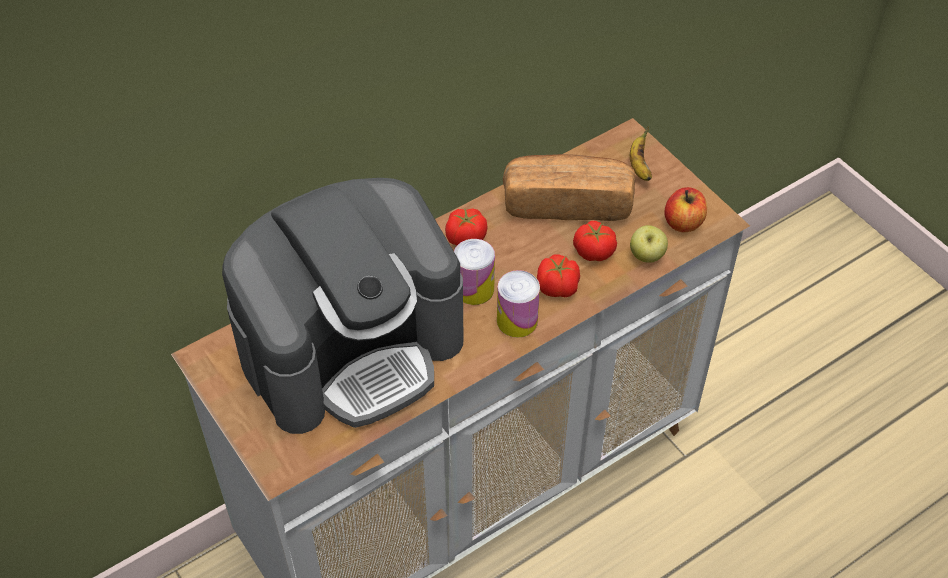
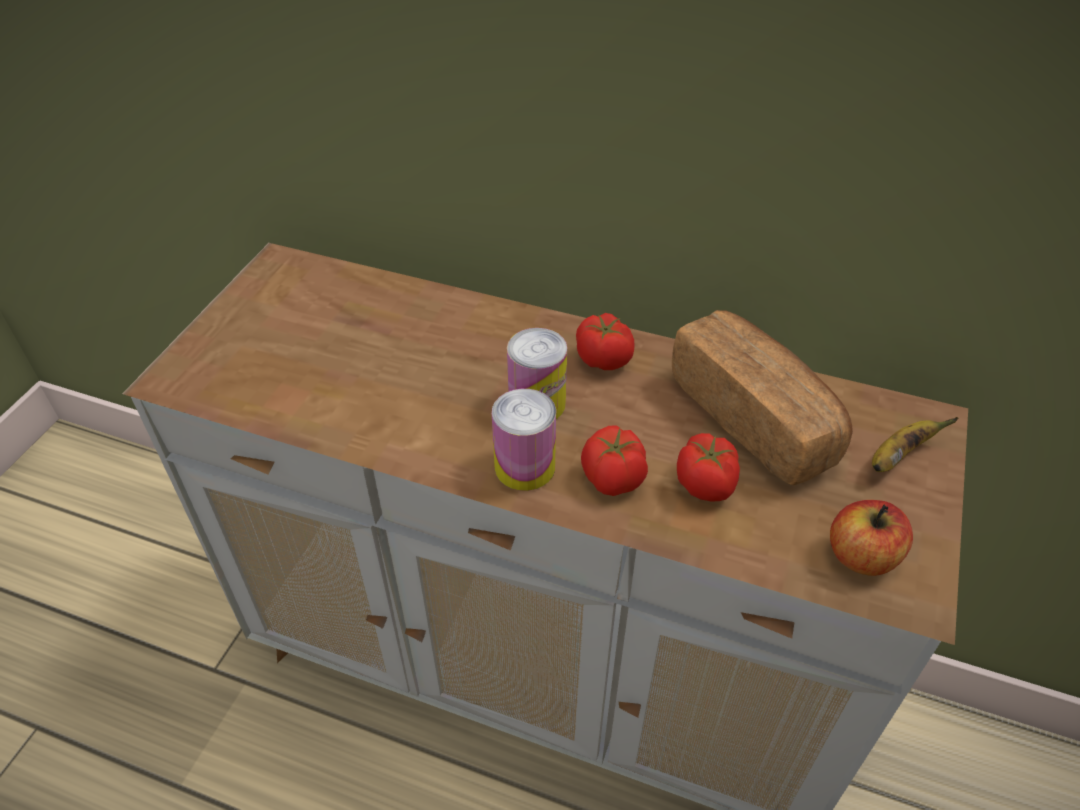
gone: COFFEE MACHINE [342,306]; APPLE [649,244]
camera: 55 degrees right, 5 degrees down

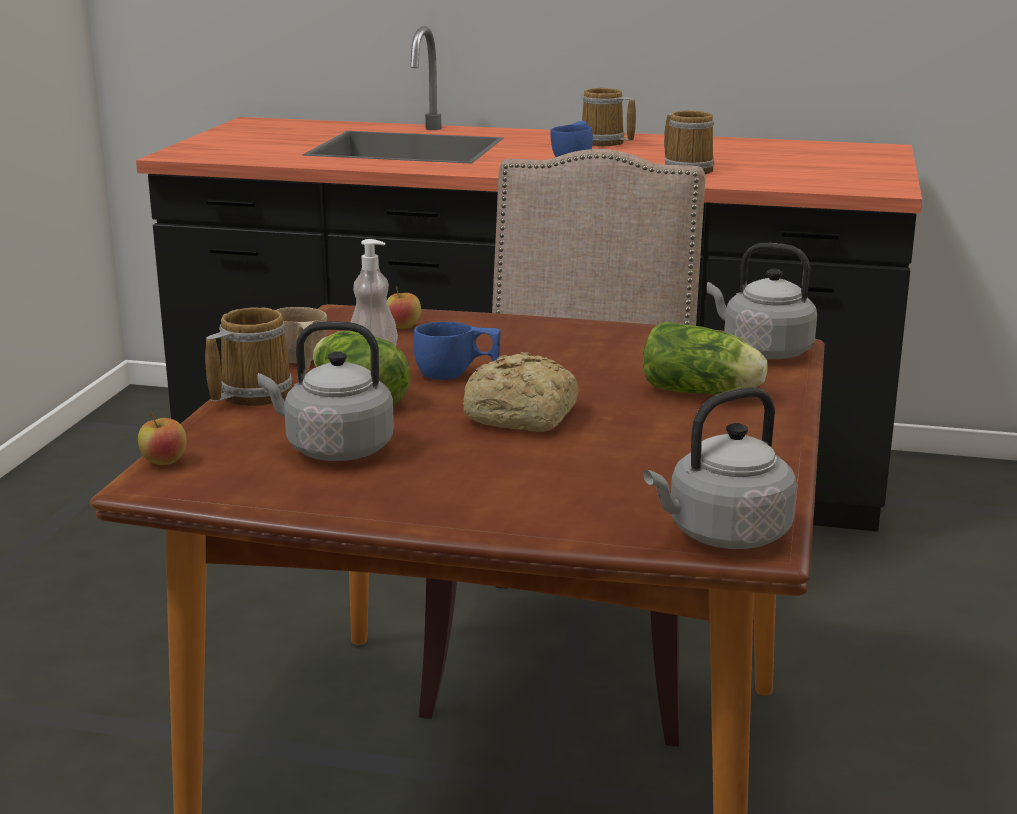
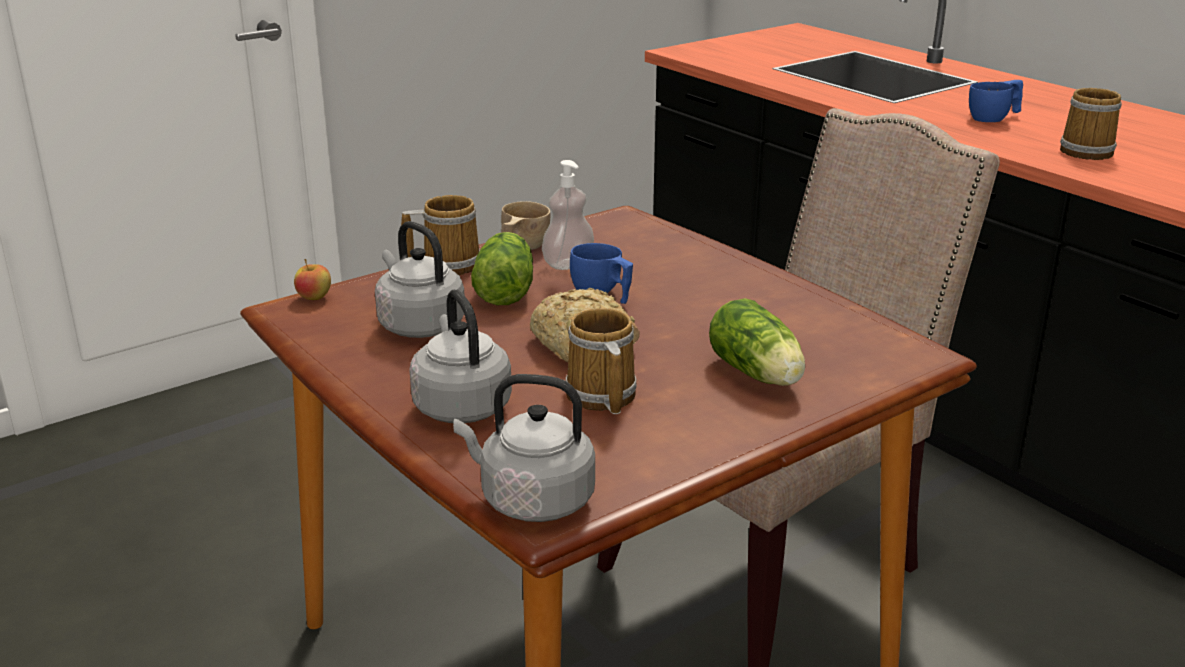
gone: APPLE [404,307]
shifted: GREY KETTLE [762,301] to [460,356]; MUG [609,117] to [601,361]
camera: 40 degrees right, 5 degrees up

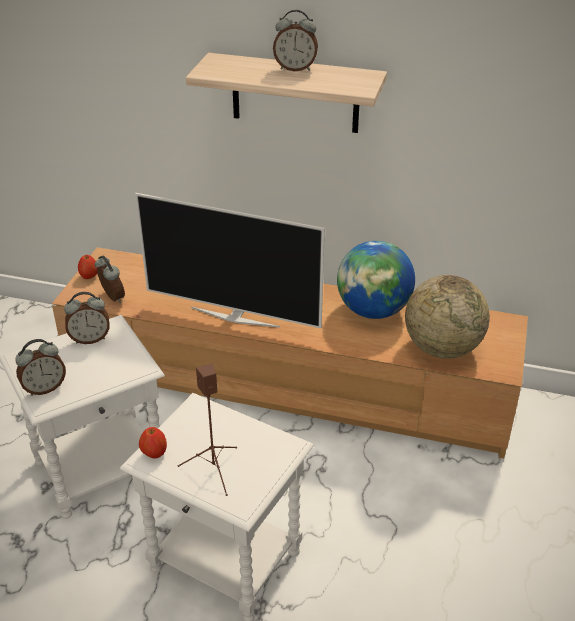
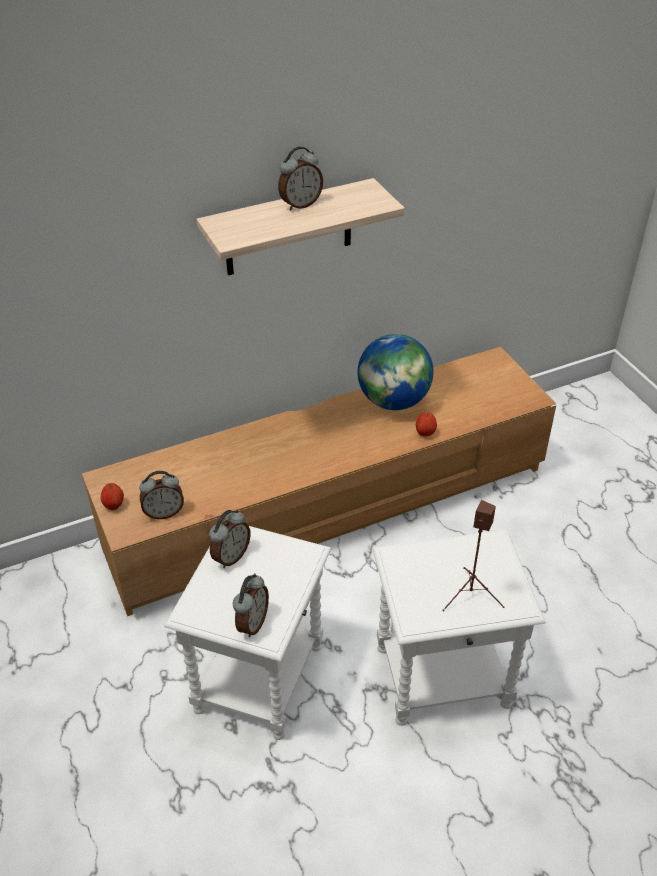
gone: TELEVISION [230,261]; GLOBE [447,317]
shifted: APPLE [153,443] to [426,424]
rotated: ALARM CLOCK [110,279] = [161,495] 150 degrees clockwise
camera: 40 degrees left, 5 degrees up

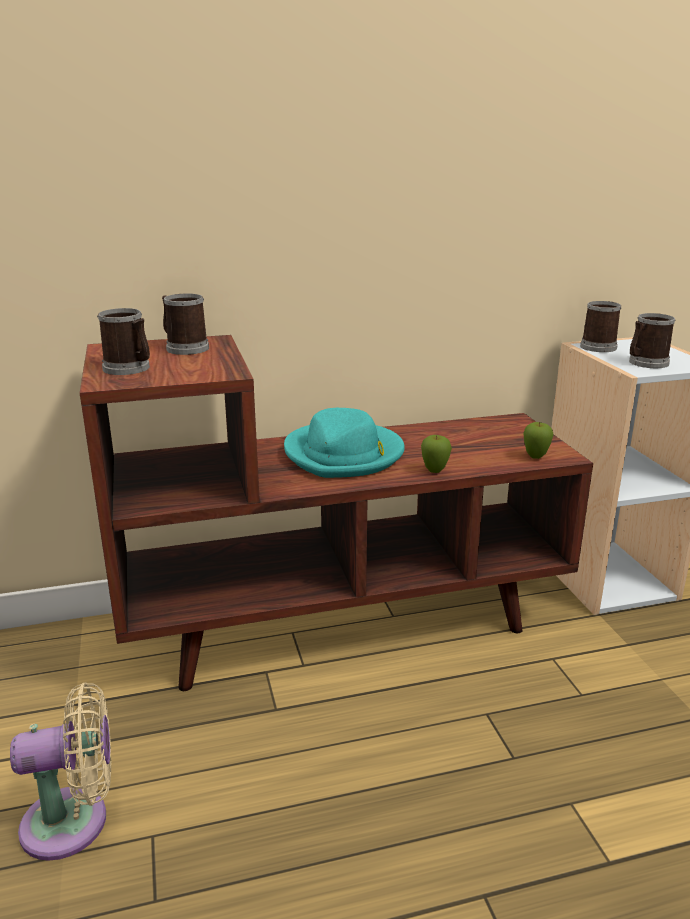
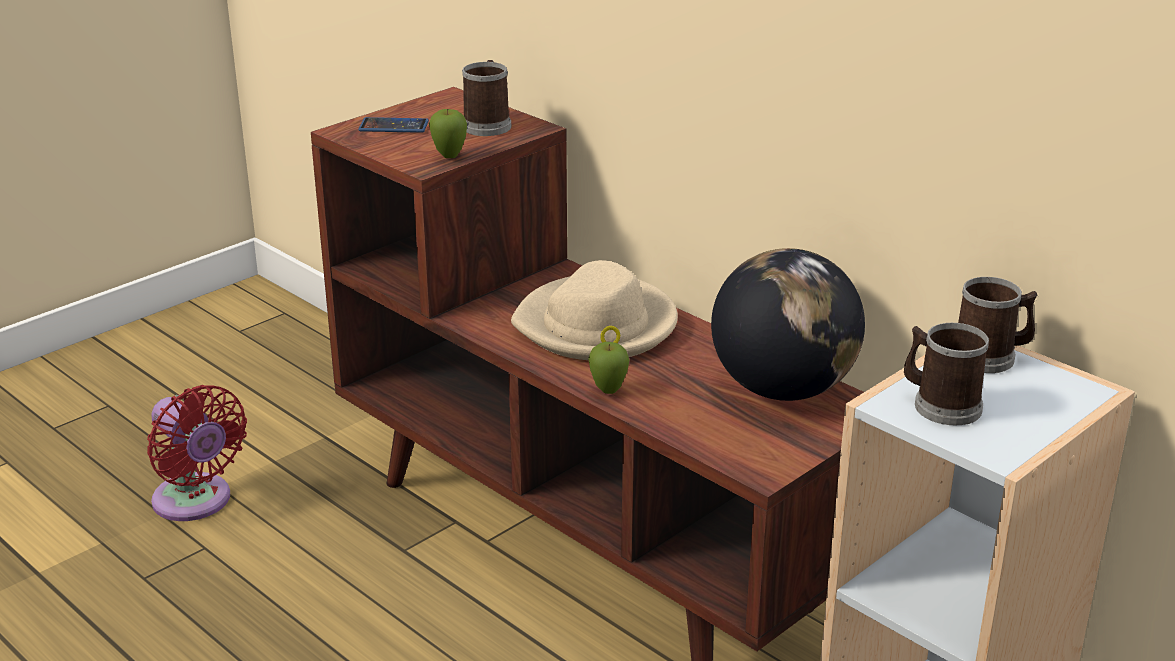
new: GLOBE [788,324]
shifted: APPLE [538,440] to [448,133]
swapped: MUG [123,341] to PHONE [393,125]
repainted: BEIGE FAN [60,771] to RED FAN [197,453]; TURQUOISE HAT [344,443] to BEIGE HAT [594,310]
camera: 60 degrees right, 5 degrees up

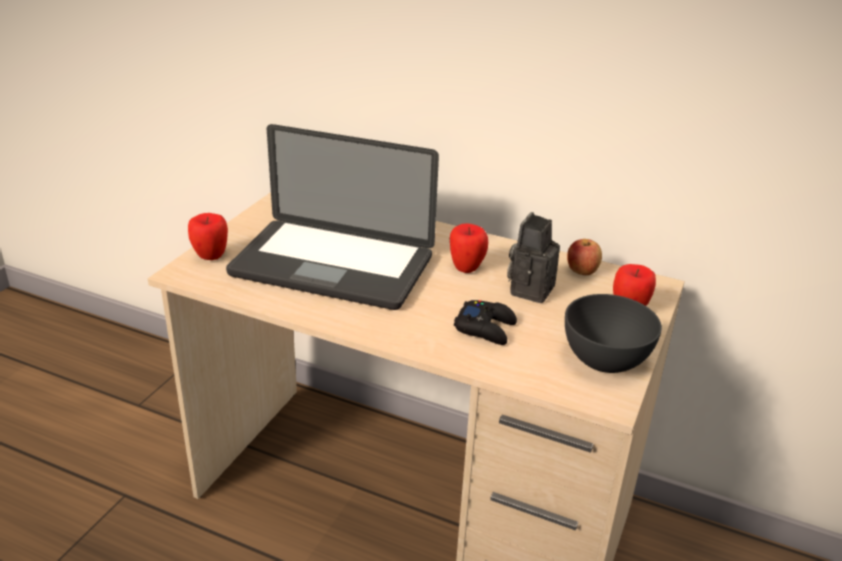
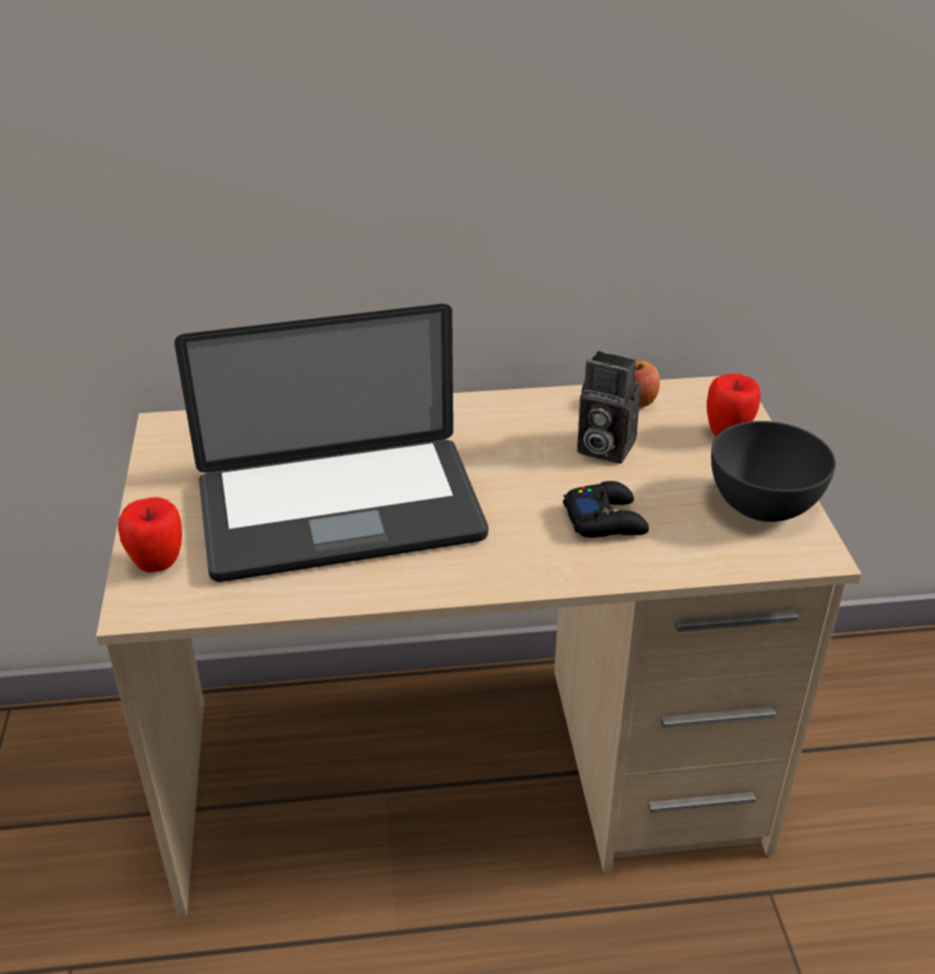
gone: APPLE [469,248]
rotated: PHOTO CAMERA [533,257] = [609,407] 60 degrees counterclockwise
camera: 30 degrees left, 5 degrees up

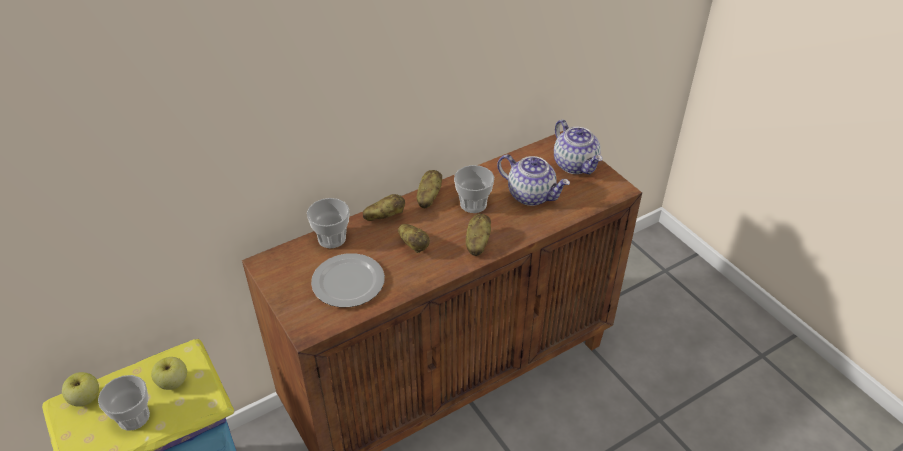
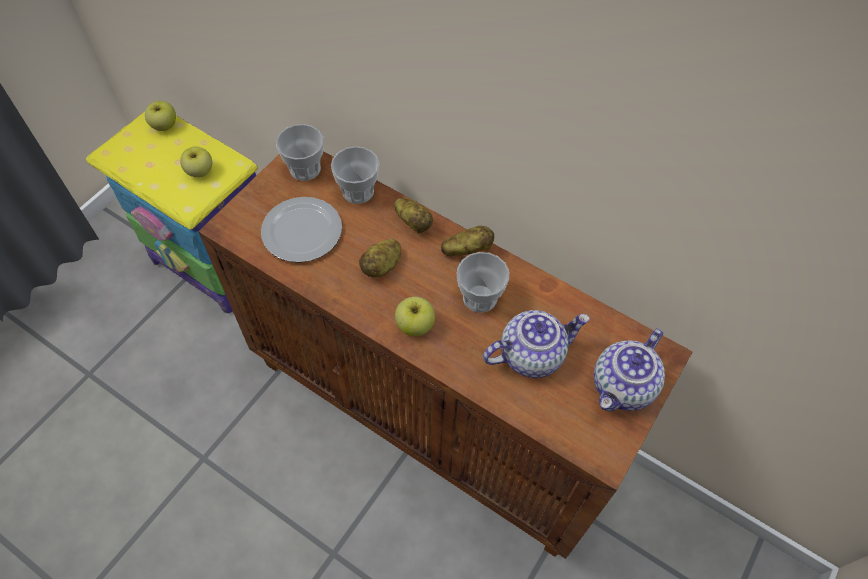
shifted: CUP [124,403] to [299,152]
swapped: POTATO [478,235] to APPLE [415,316]
rotated: TEAPOT [533,180] = [536,344] 120 degrees counterclockwise
camera: 65 degrees right, 15 degrees up

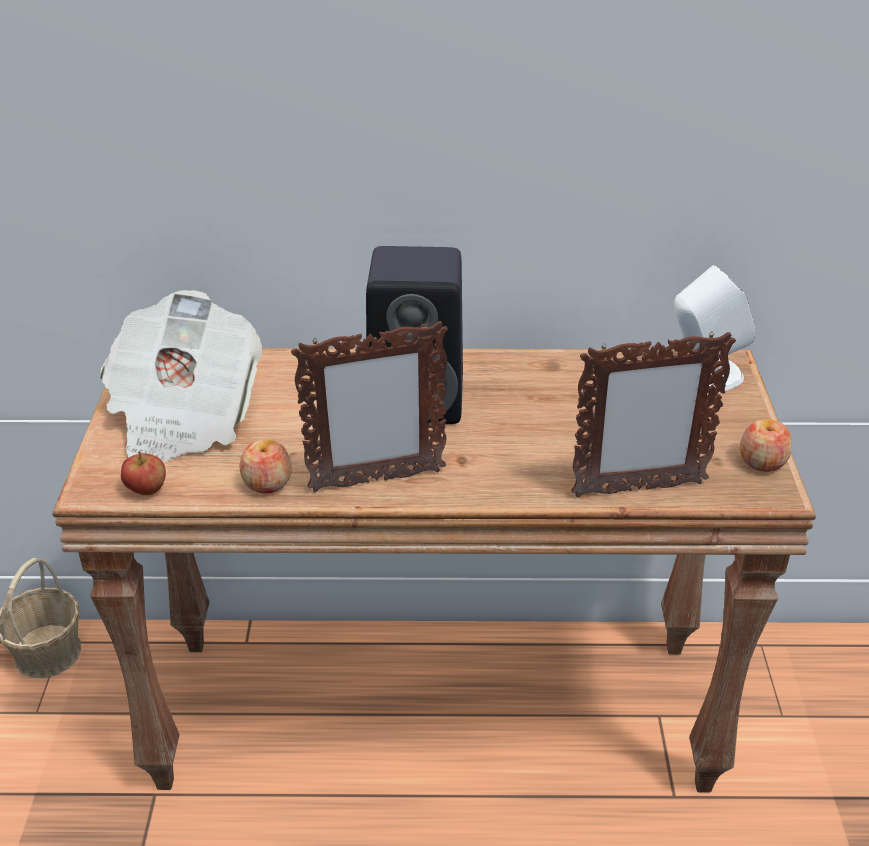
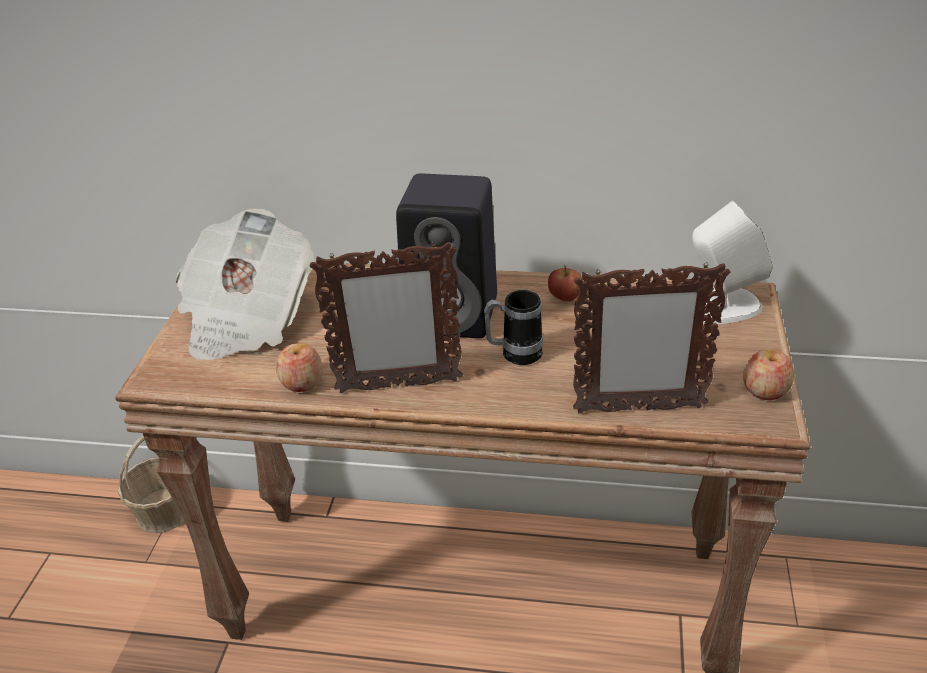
new: MUG [513,327]
shifted: APPLE [143,473] to [565,283]
camera: 10 degrees right, 0 degrees up

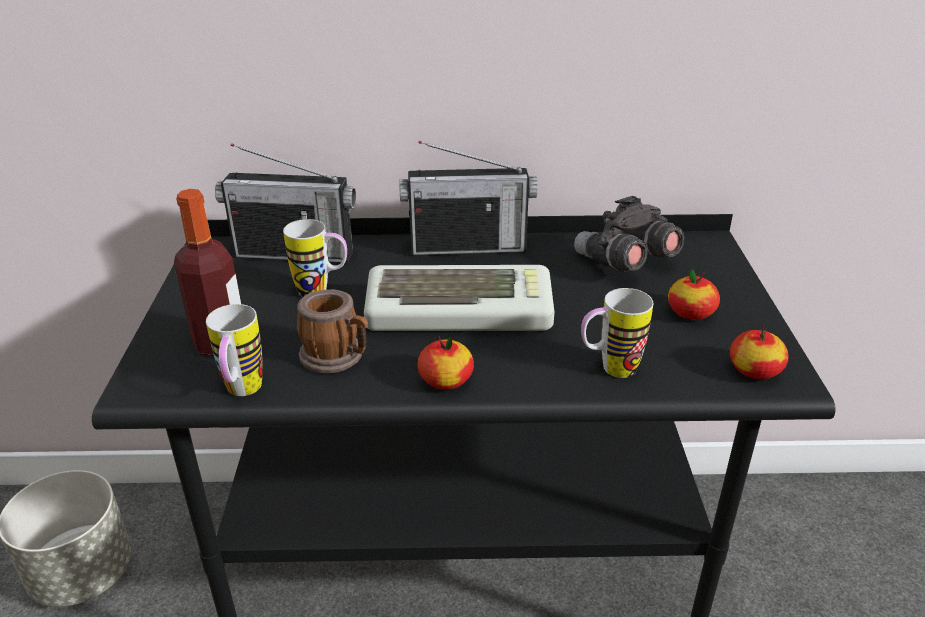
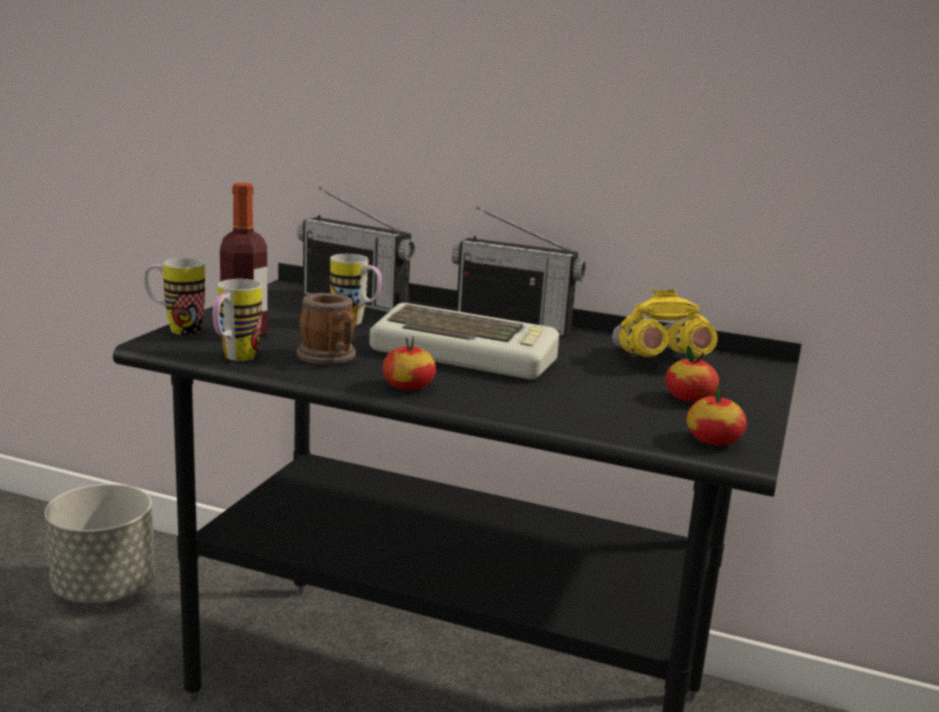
shifted: MUG [617,333] to [174,296]
repainted: GREY BINOCULARS [629,233] to YELLOW BINOCULARS [665,323]
camera: 20 degrees right, 15 degrees down

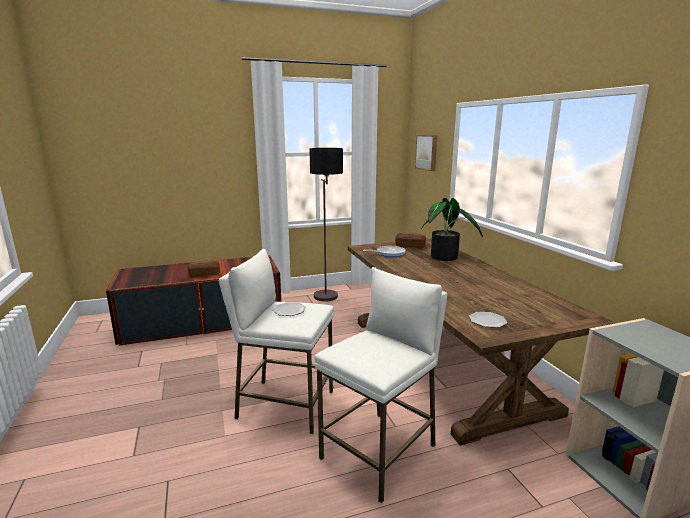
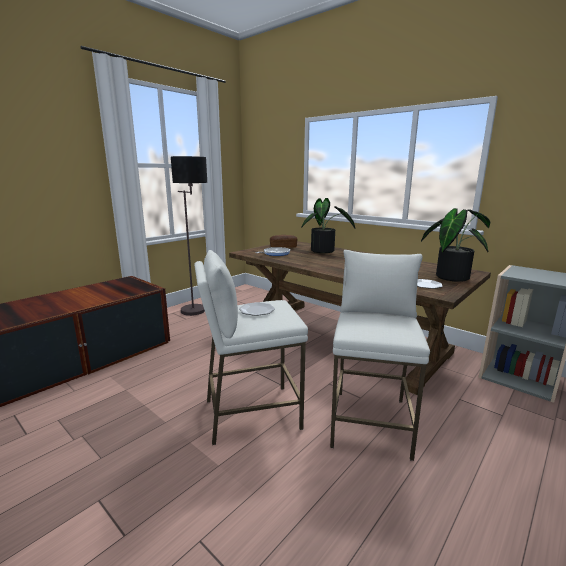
gone: BREAD [203,269]; PICTURE [426,153]
new: POTTED PLANT [455,245]
camera: 30 degrees left, 0 degrees up

